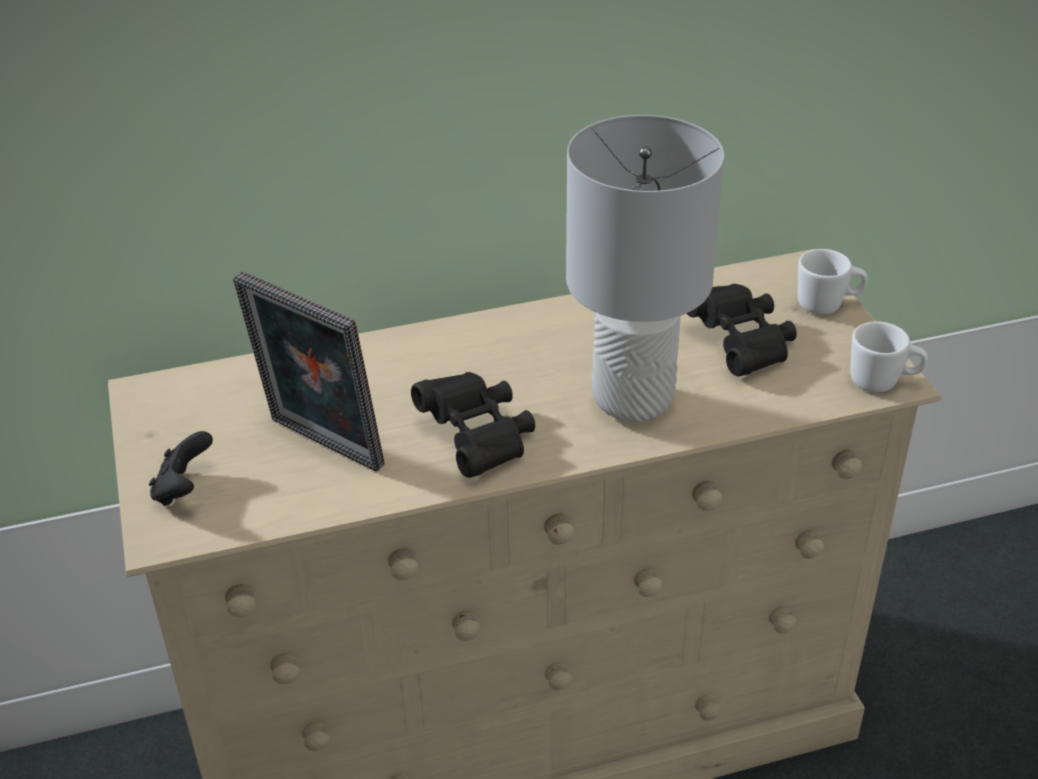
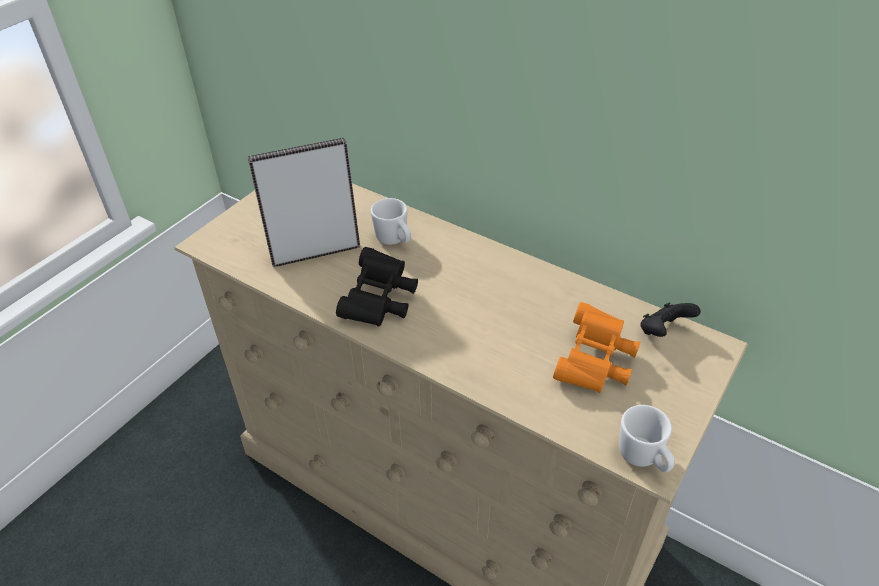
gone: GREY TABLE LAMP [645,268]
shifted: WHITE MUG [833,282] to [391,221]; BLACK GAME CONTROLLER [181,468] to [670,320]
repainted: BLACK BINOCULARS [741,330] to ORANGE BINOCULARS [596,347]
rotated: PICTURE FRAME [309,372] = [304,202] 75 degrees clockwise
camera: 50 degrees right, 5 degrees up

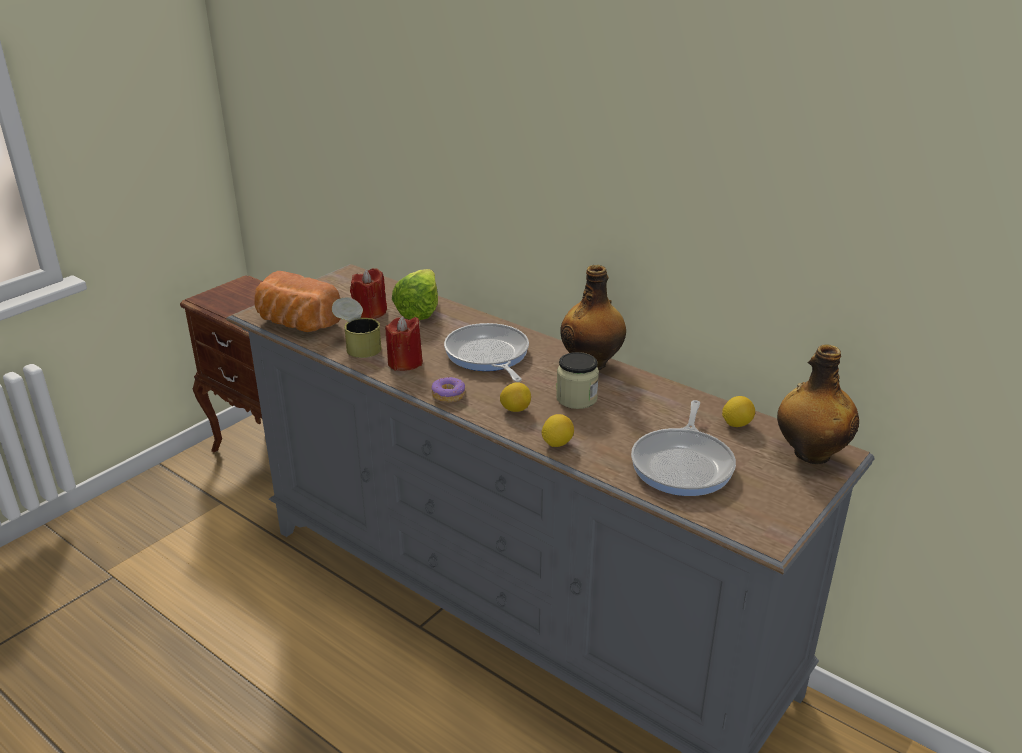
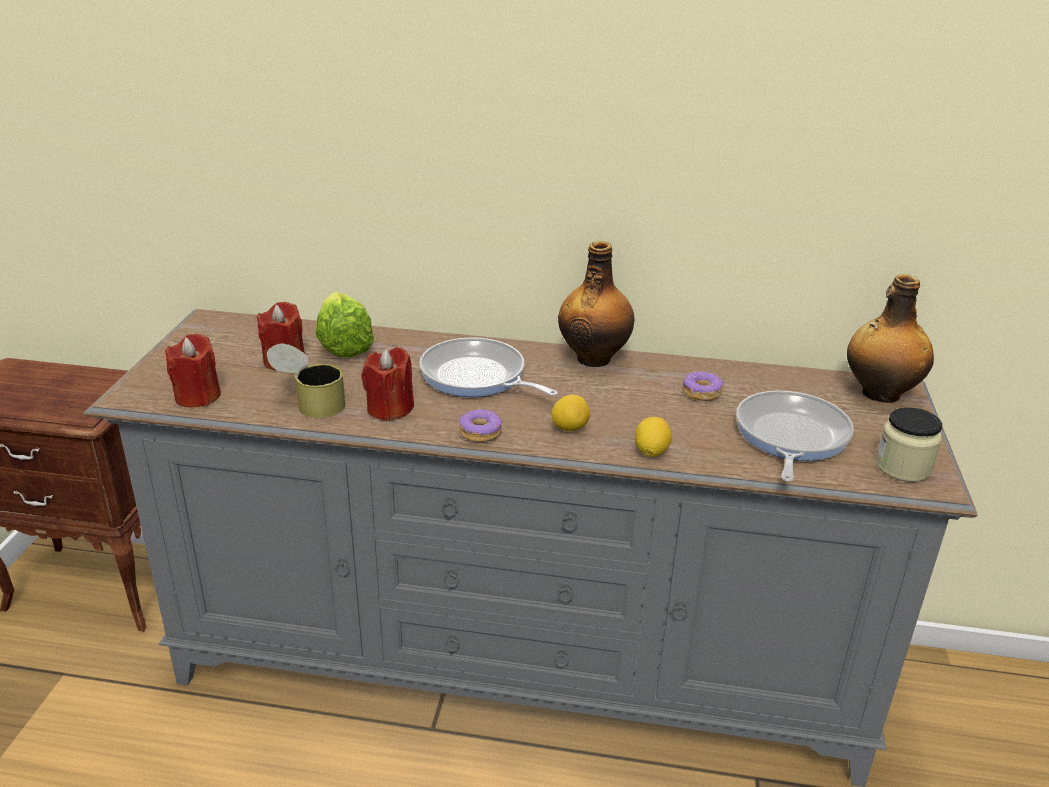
gone: LEMON [738,411]
new: DONUT [702,386]
shifted: JAR [577,380] to [909,444]
swapped: BREAD [297,301] to RED CANDLE [193,371]
rotated: FRYING PAN [683,448] = [795,436] 150 degrees counterclockwise
camera: 30 degrees left, 0 degrees up

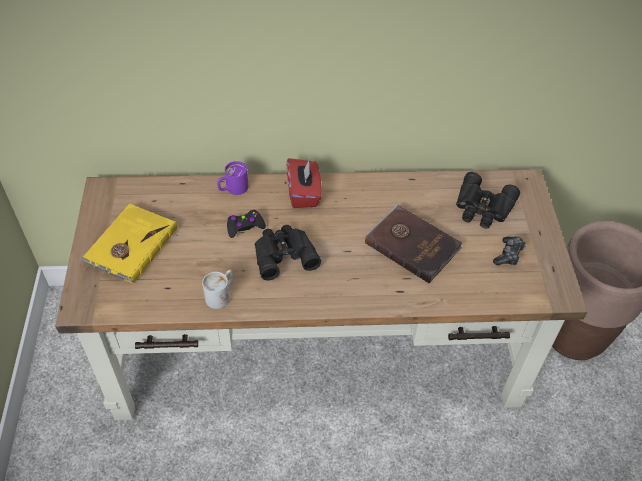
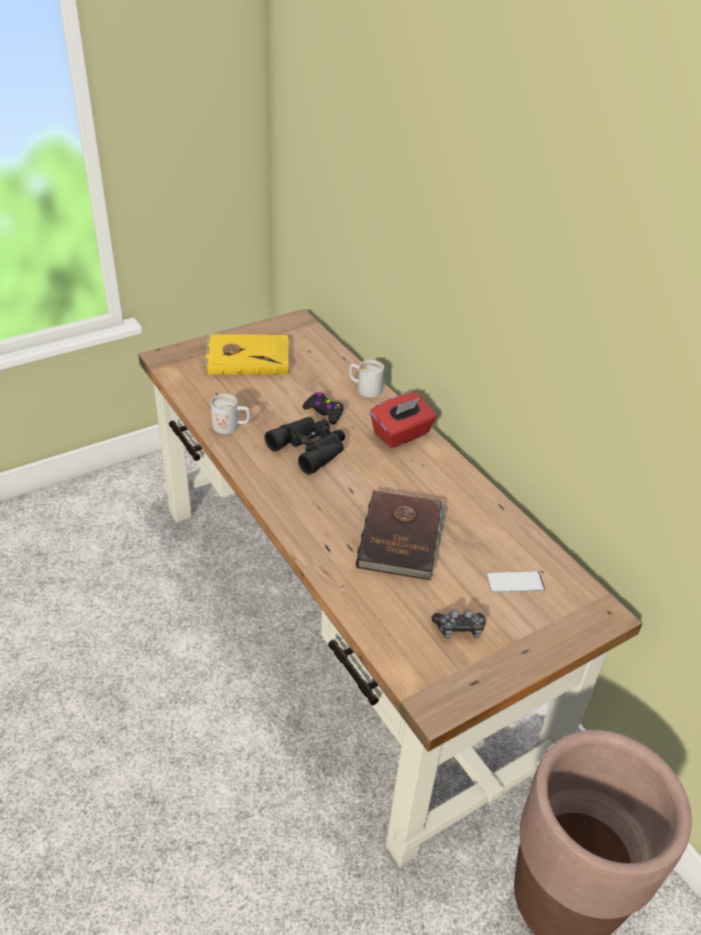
swapped: BLACK BINOCULARS [488,200] to PHONE [515,582]
repainted: PURPLE MUG [232,178] to WHITE MUG [366,379]
camera: 60 degrees right, 10 degrees down

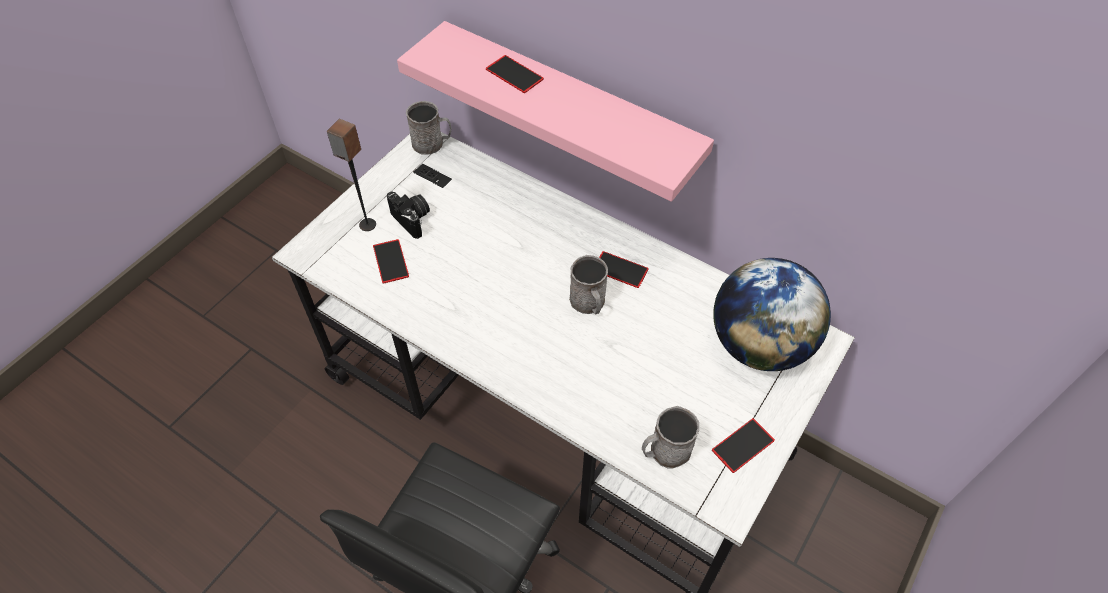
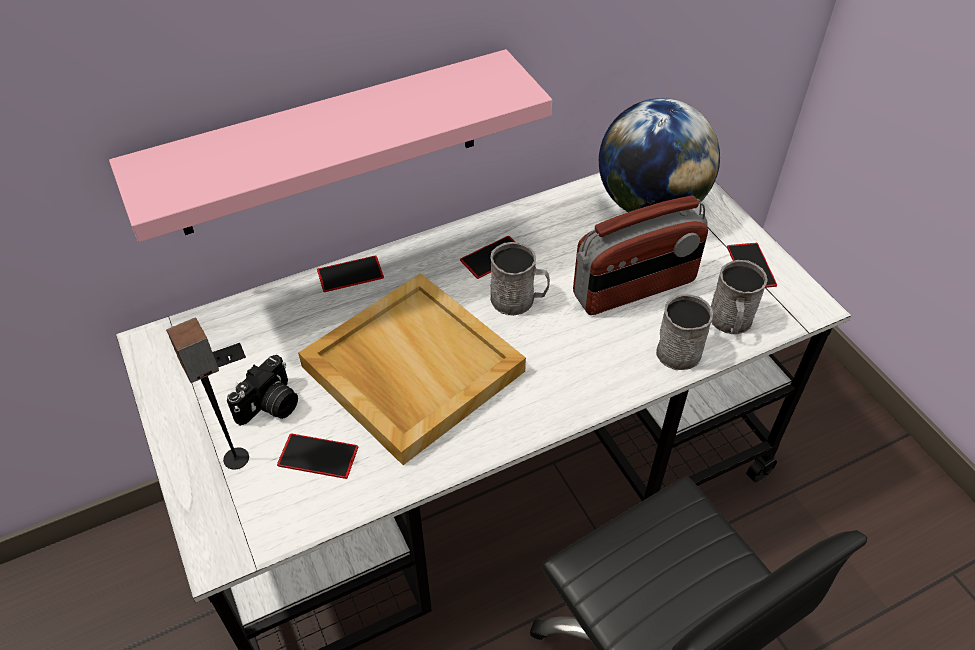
new: BEIGE TRAY [412,369]; RADIO [640,255]
shifted: PHONE [515,74] to [350,274]; GREY MUG [428,128] to [684,332]
rotated: PHOTO CAMERA [408,215] = [262,390] 135 degrees clockwise
camera: 60 degrees left, 5 degrees down

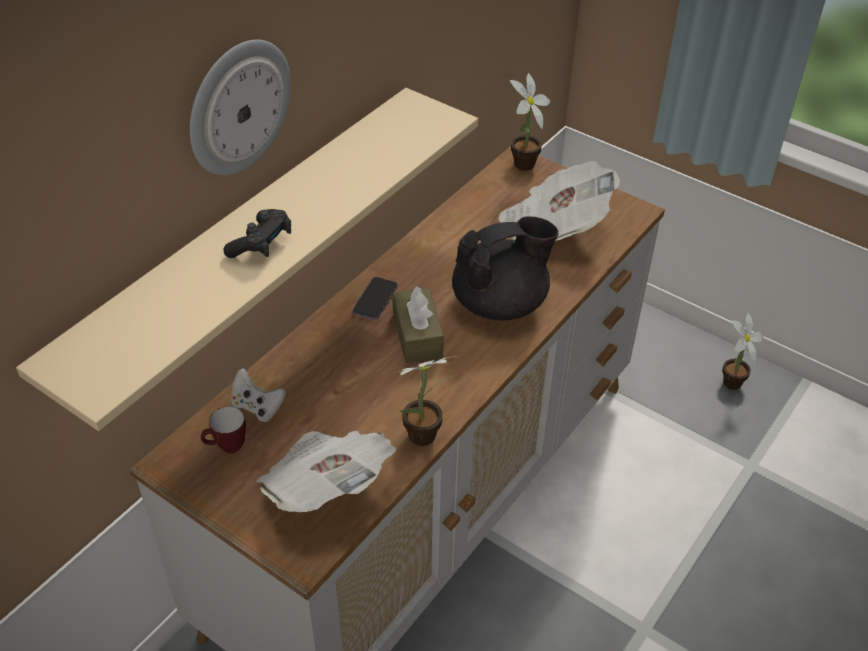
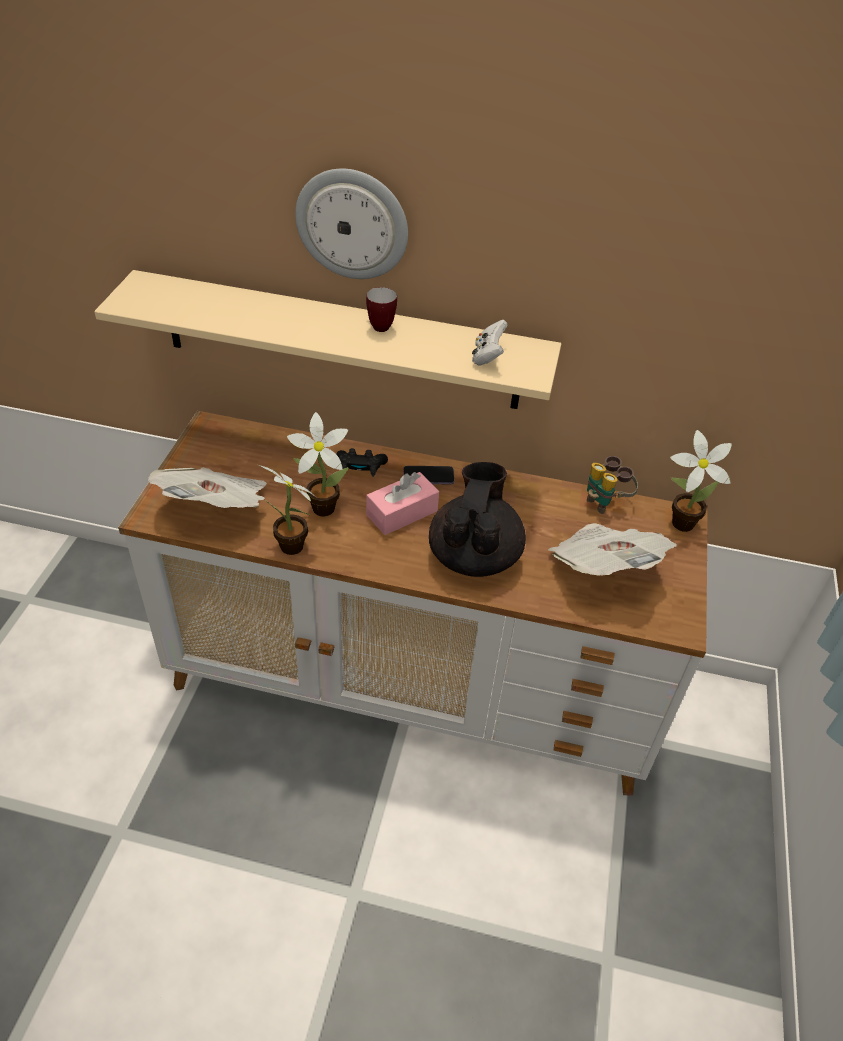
new: BINOCULARS [612,485]
shifted: POTTED PLANT [743,351] to [318,464]; BLACK GAME CONTROLLER [257,233] to [362,462]; MUG [223,430] to [381,309]; WHITE GAME CONTROLLER [259,395] to [490,343]
repainted: BROWN TISSUE BOX [418,324] to PINK TISSUE BOX [402,503]
rotated: BLACK TEAPOT [505,268] = [477,519] 120 degrees counterclockwise
camera: 65 degrees right, 0 degrees up

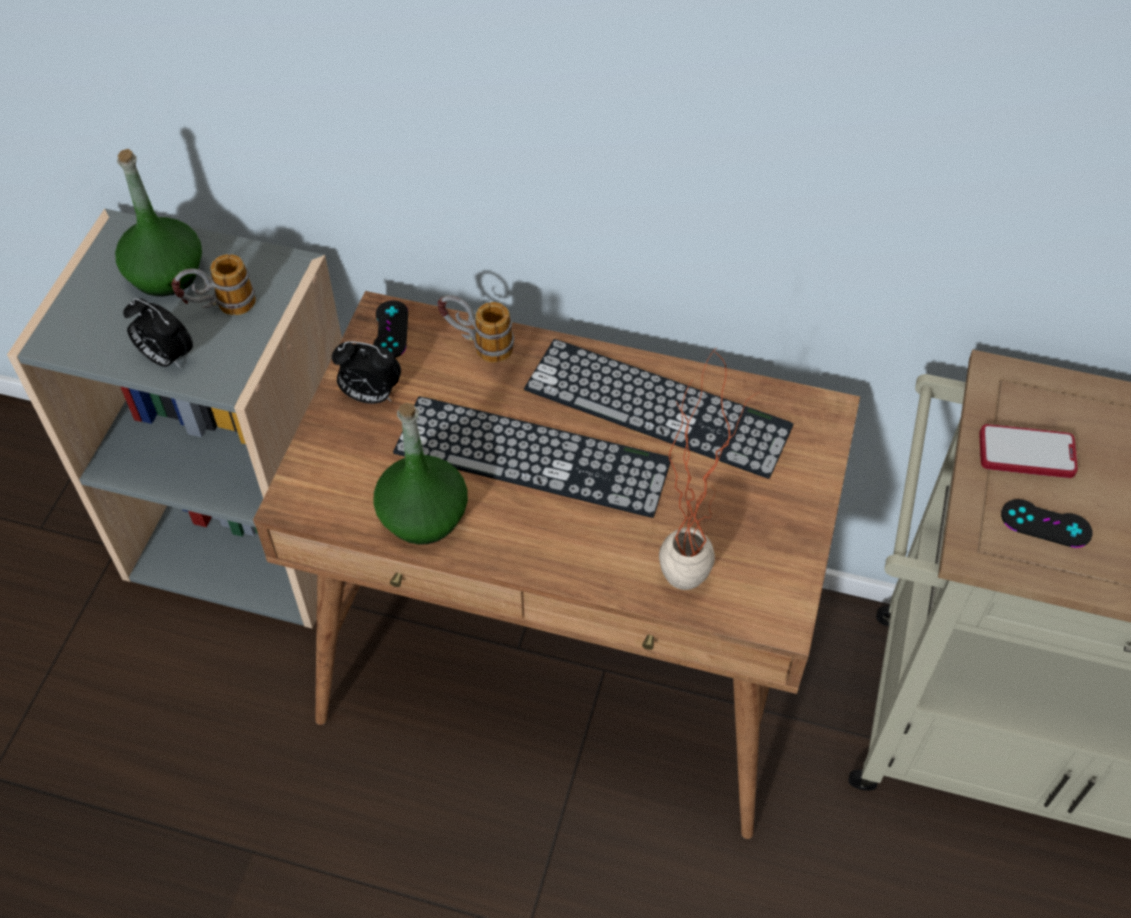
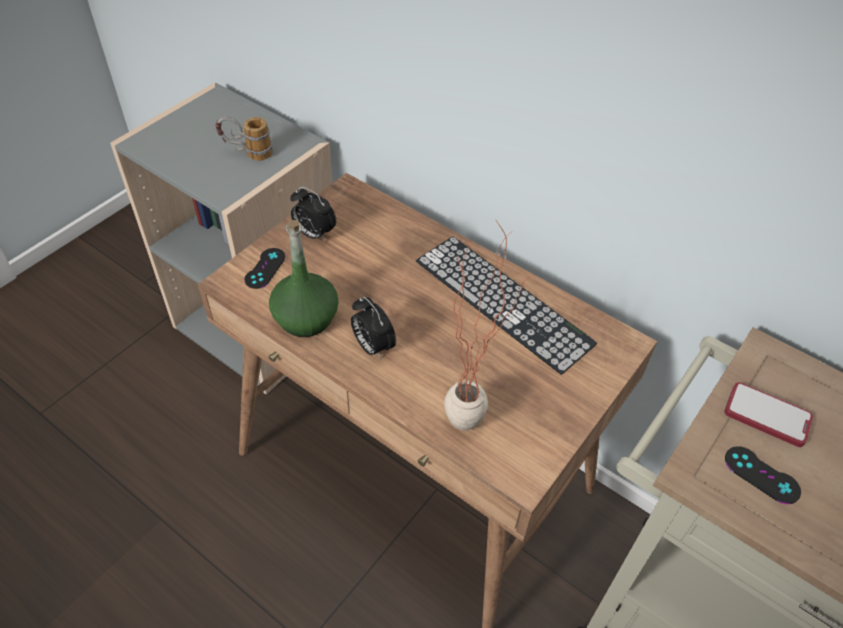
gone: GREEN BOTTLE [158,222]; KEYBOARD [532,457]; MUG [476,329]
shifted: BLACK GAME CONTROLLER [390,329] to [265,268]; ALARM CLOCK [158,333] to [373,328]
camera: 20 degrees right, 5 degrees down

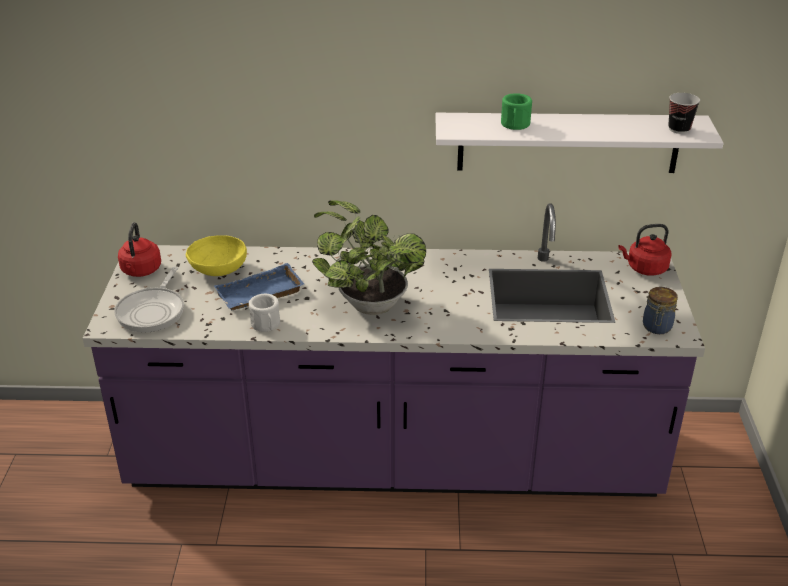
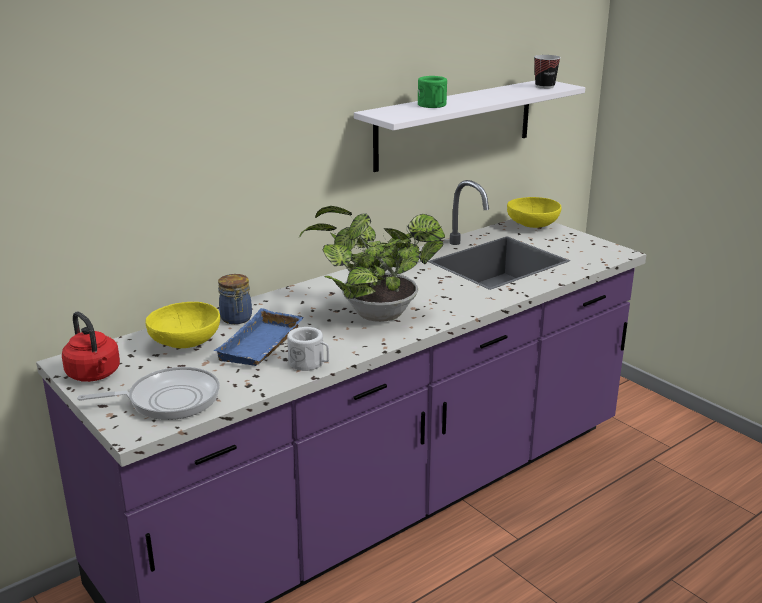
shifted: JAR [660,310] to [235,299]
swapped: RED KETTLE [645,250] to YELLOW BOWL [534,212]
rotated: FRYING PAN [149,299] = [148,393] 75 degrees counterclockwise
camera: 40 degrees left, 10 degrees down

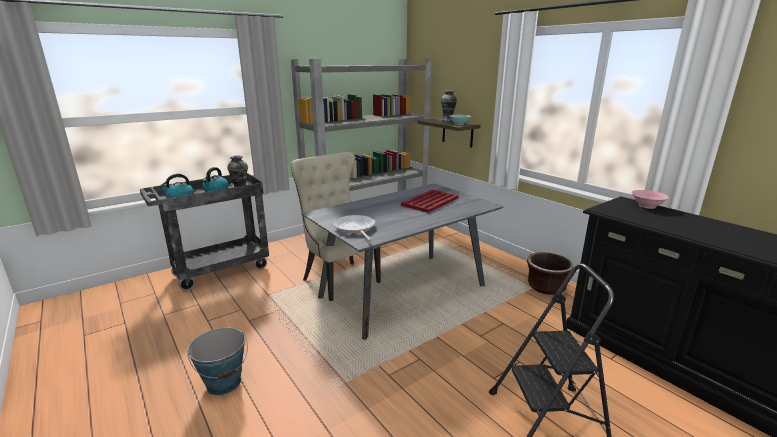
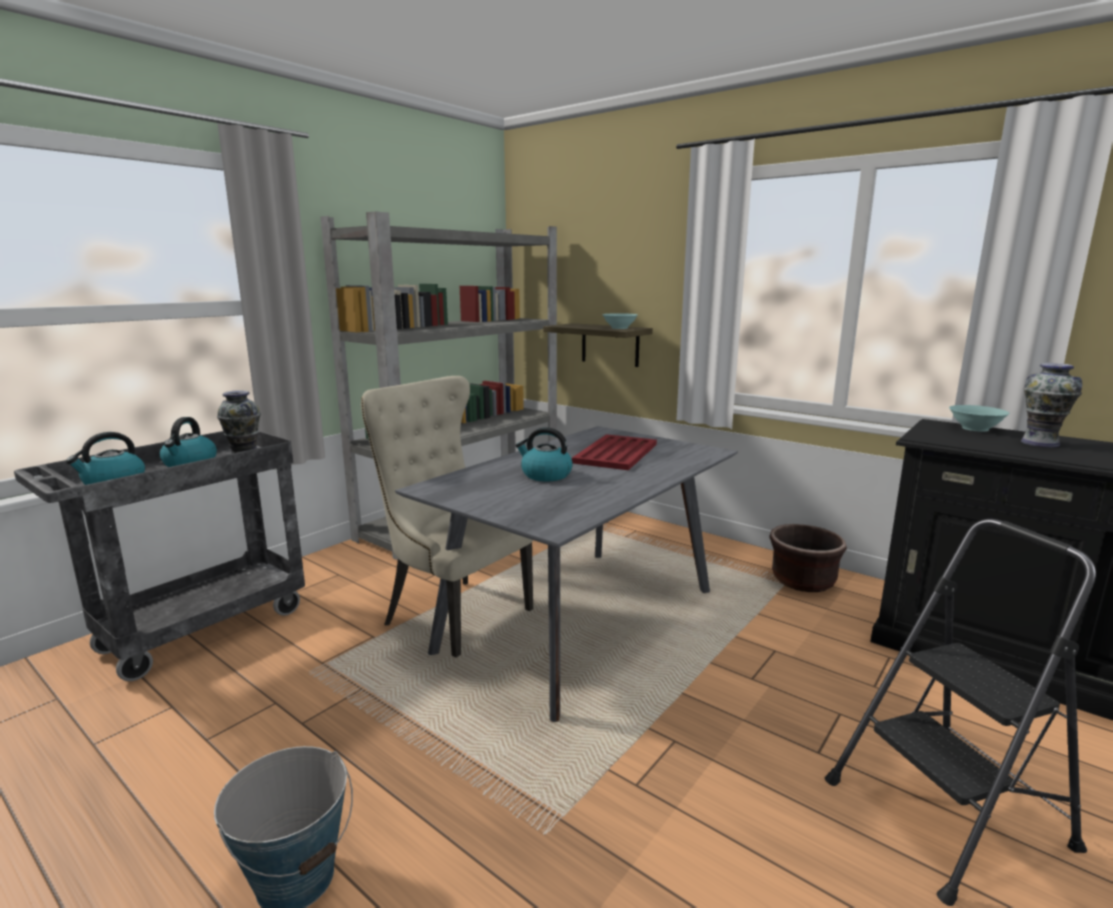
gone: FRYING PAN [354,228]
new: KETTLE [544,454]
shifted: VASE [449,106] to [1051,405]
repainted: PINK BOWL [650,199] to TURQUOISE BOWL [979,418]
camera: 15 degrees left, 5 degrees down

